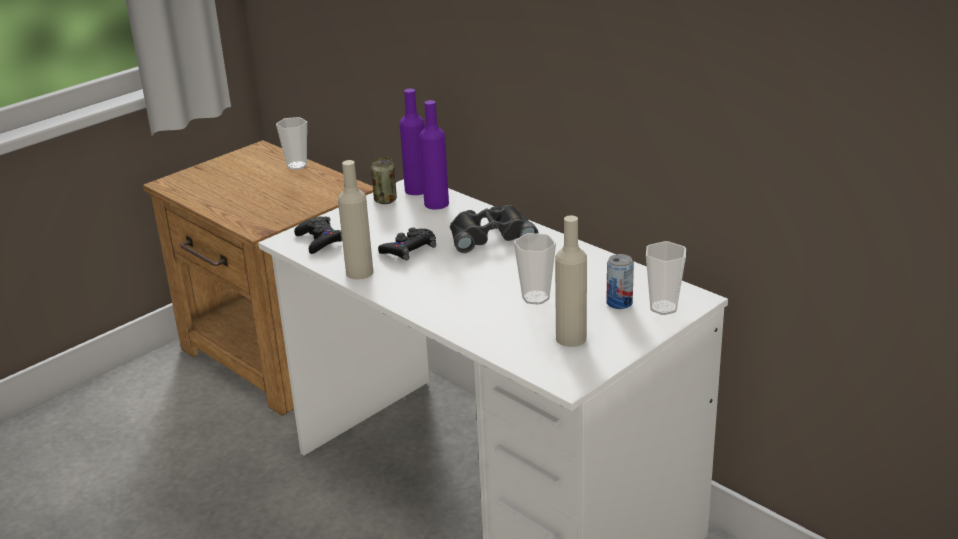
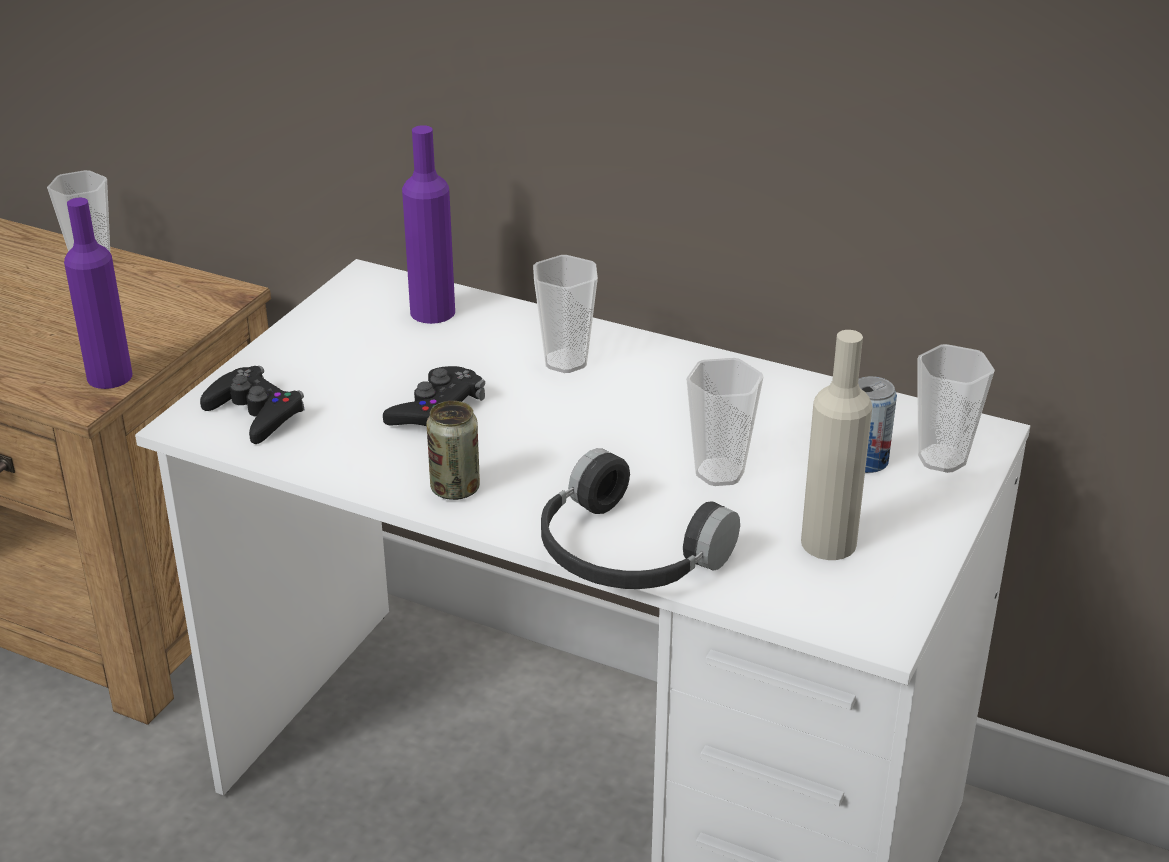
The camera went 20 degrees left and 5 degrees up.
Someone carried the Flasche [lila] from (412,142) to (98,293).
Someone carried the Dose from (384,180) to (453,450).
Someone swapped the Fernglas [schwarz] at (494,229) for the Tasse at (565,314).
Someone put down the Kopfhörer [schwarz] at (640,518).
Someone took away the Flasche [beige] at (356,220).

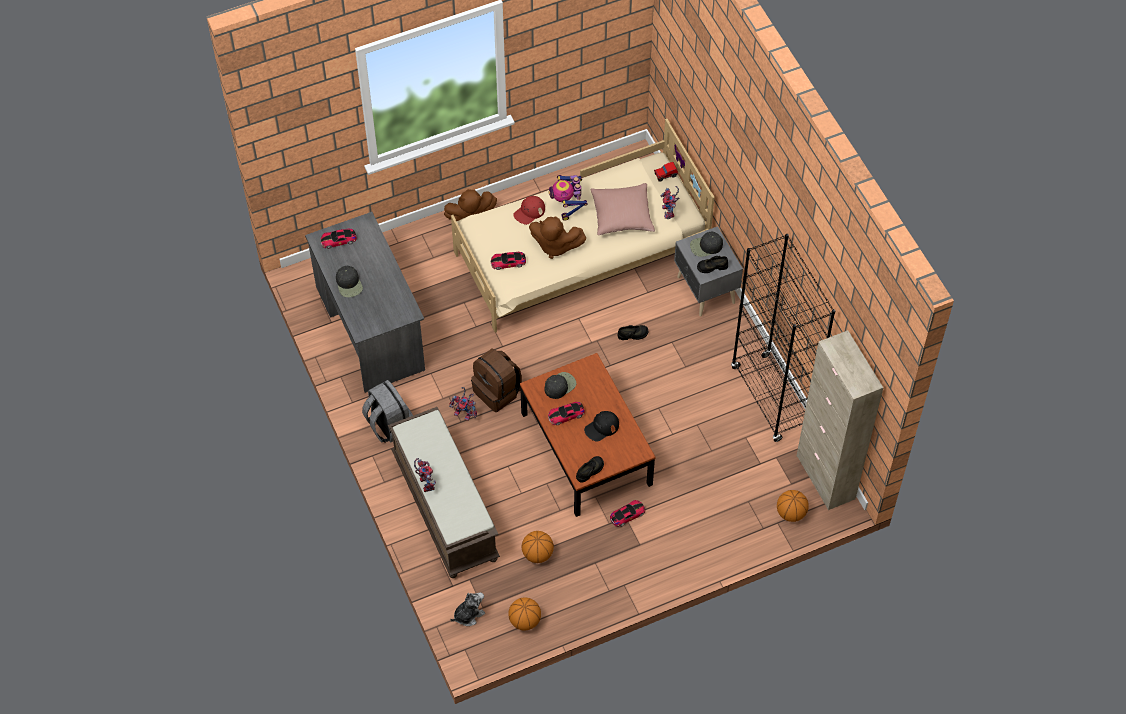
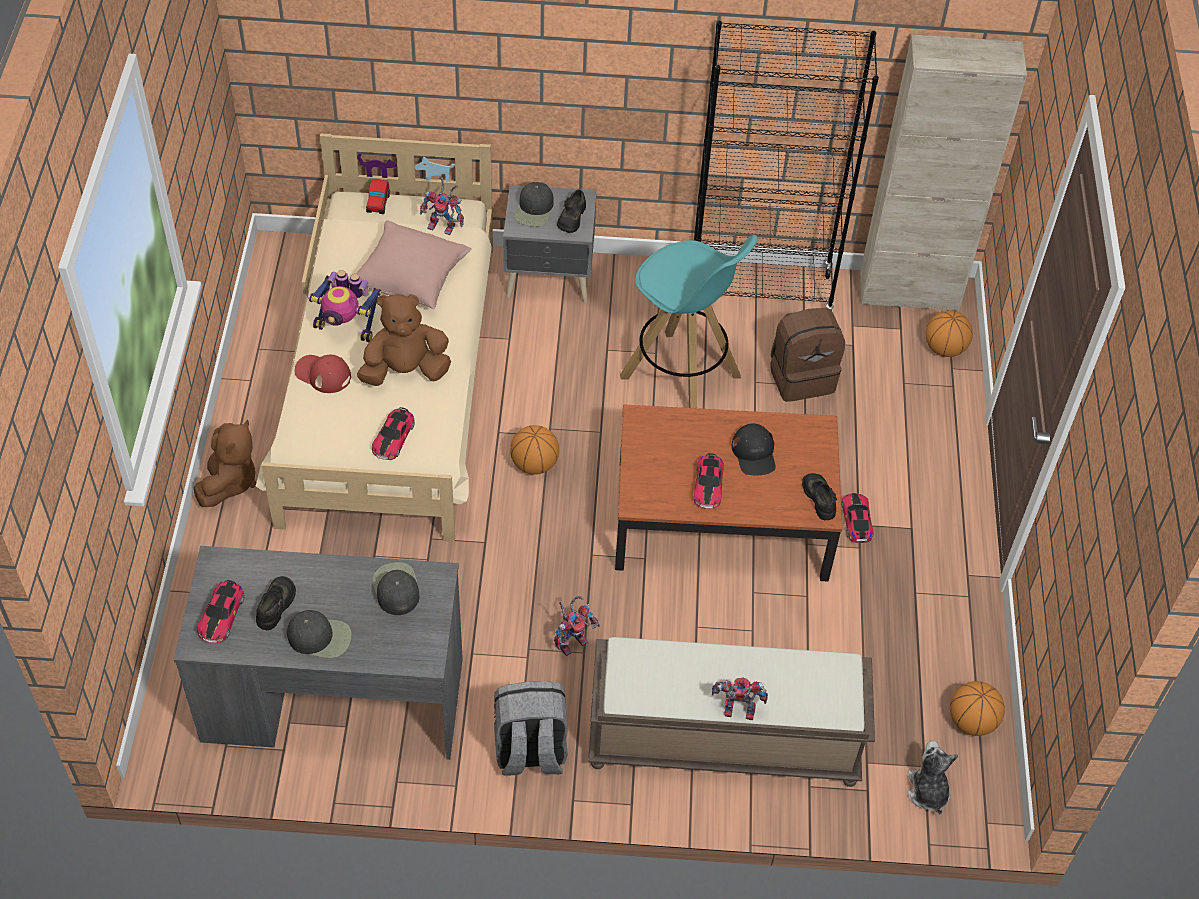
The camera went 65 degrees left and 5 degrees down.
Someone carried the Schuh [schwarz] from (633,332) to (276,603).
Someone rotated the Kappe [rot] at (529,210) by 135 degrees clockwise.
Someone rotated the Plüschtier [braun] at (557,238) by 150 degrees counterclockwise.
Someone carried the Kappe [schwarz] from (560,385) to (396,588).
Someone carried the Basketball from (538,547) to (534,450).
Someone put down the Hocker [türkis] at (688,321).
Someone carried the Rucksack [braun] from (496,380) to (807,355).

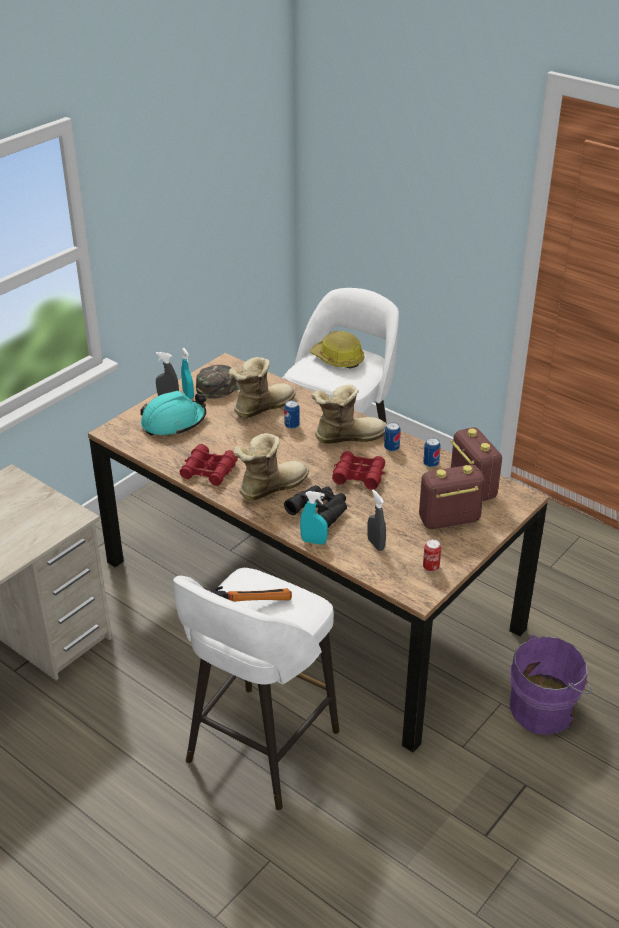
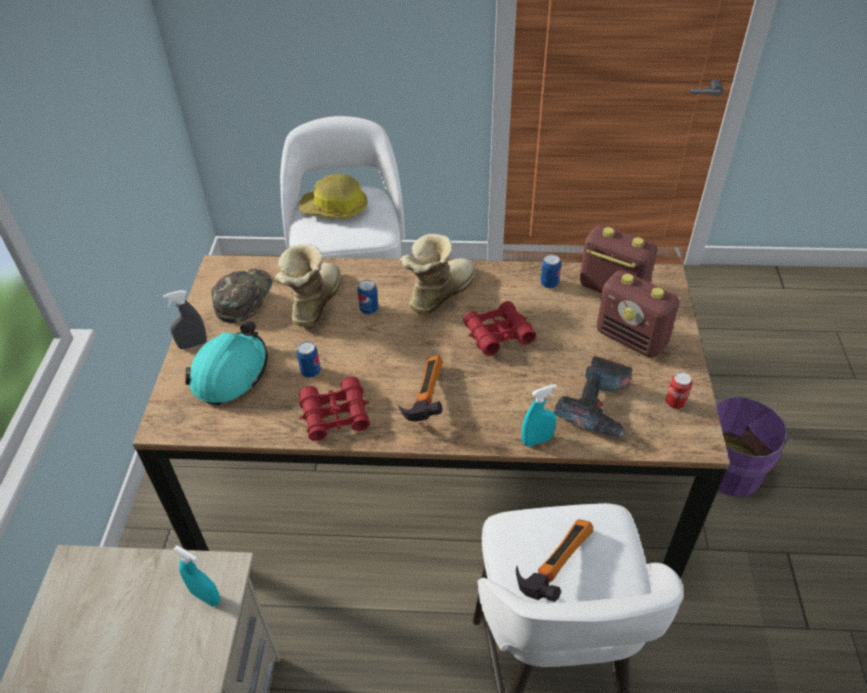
The camera went 35 degrees left and 10 degrees up.
Someone carried the Sprühflasche [türkis] from (187,373) to (197,576).
Someone carried the Dose from (392,437) to (309,359).
Someone swapped the Stiefel at (271,466) for the Hammer at (420,388).
Someone swapped the Sprühflasche [grau] at (376,520) for the Bohrmaschine at (593,397).
Someone rotated the Radio at (452,497) by 90 degrees counterclockwise.
Someone took away the Fernglas [schwarz] at (315,506).

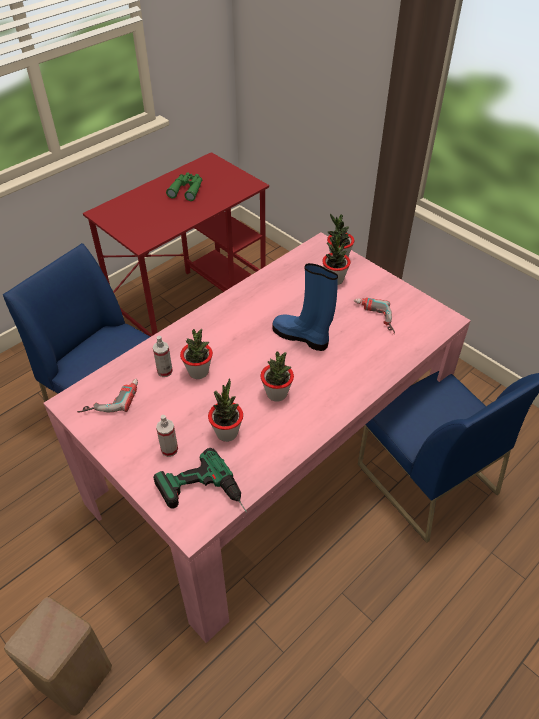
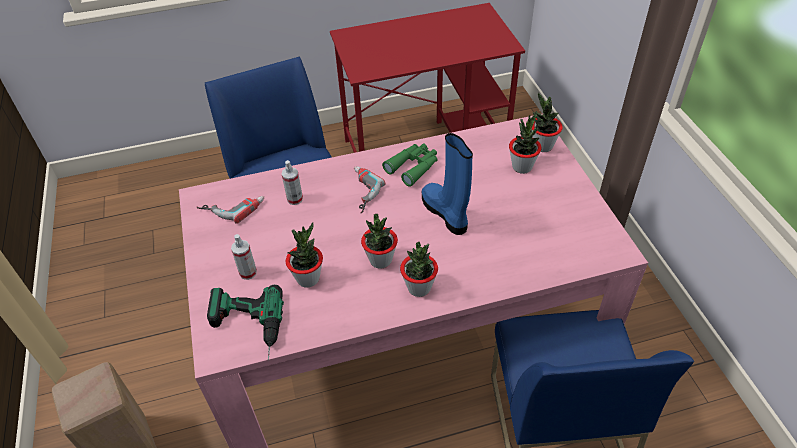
The camera went 30 degrees right and 0 degrees up.
Someone carried the Bohrmaschine from (374,316) to (369,189).
Someone carried the Fernglas [grün] from (184,186) to (409,165).
Someone carried the Topfpflanze from (196,354) to (419,269).

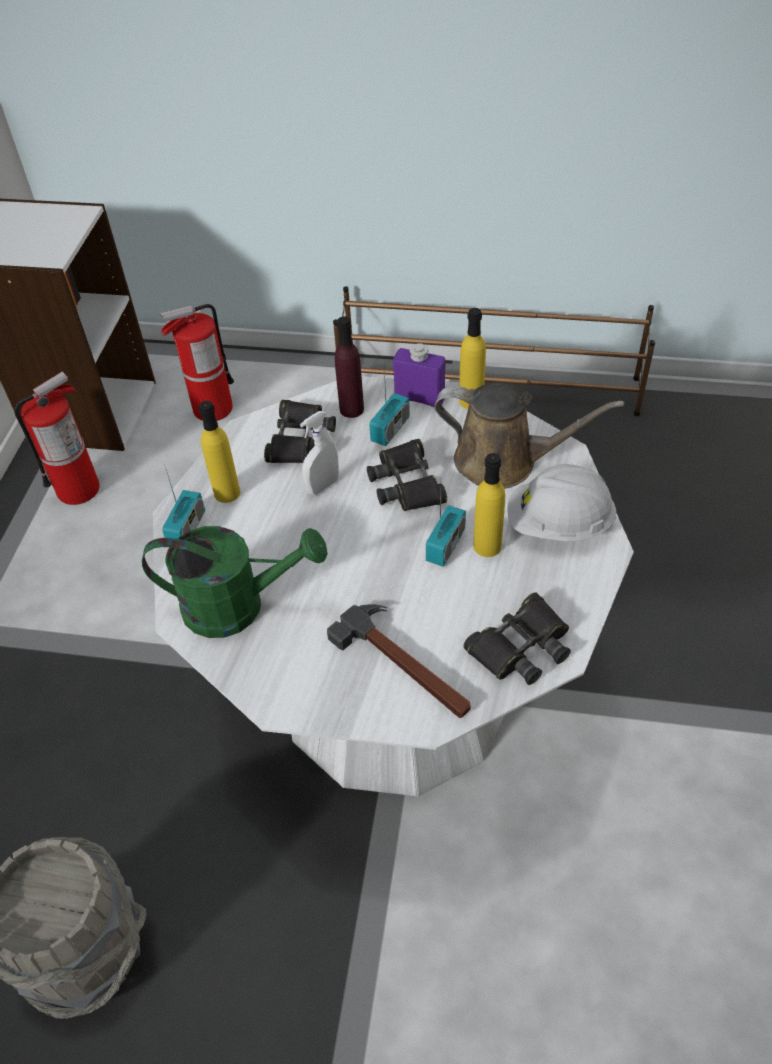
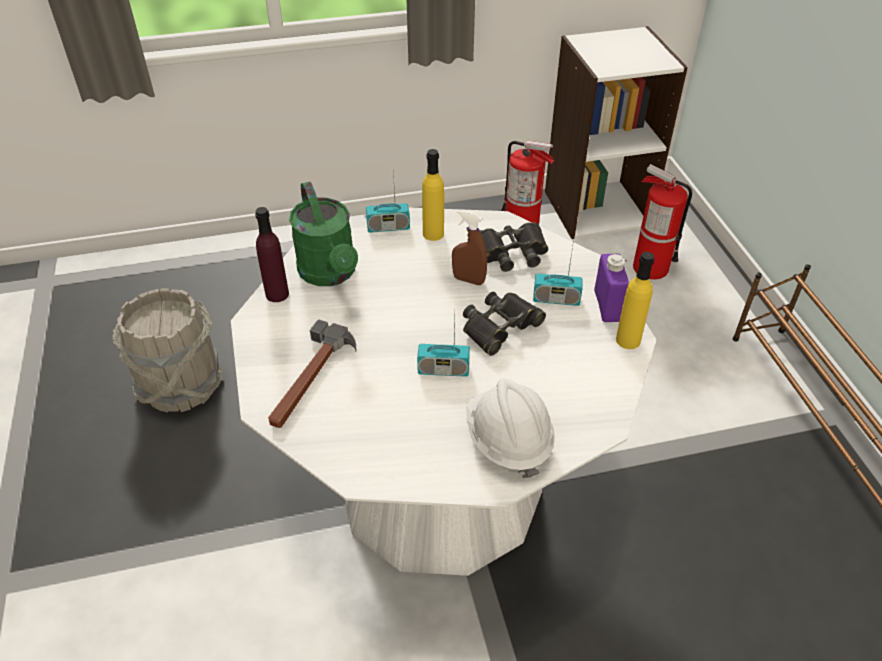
The camera went 65 degrees right and 5 degrees down.
Someone carried the Flasche [lila] from (349,367) to (272,254).
Someone repainted the Sprühflasche [weiß] at (319,453), which became the Sprühflasche [braun] at (469,247).
Someone took away the Gießkanne [braun] at (529,436).
Someone took away the Fernglas [schwarz] at (517,638).
Someone took away the Flasche [gelb] at (489,505).

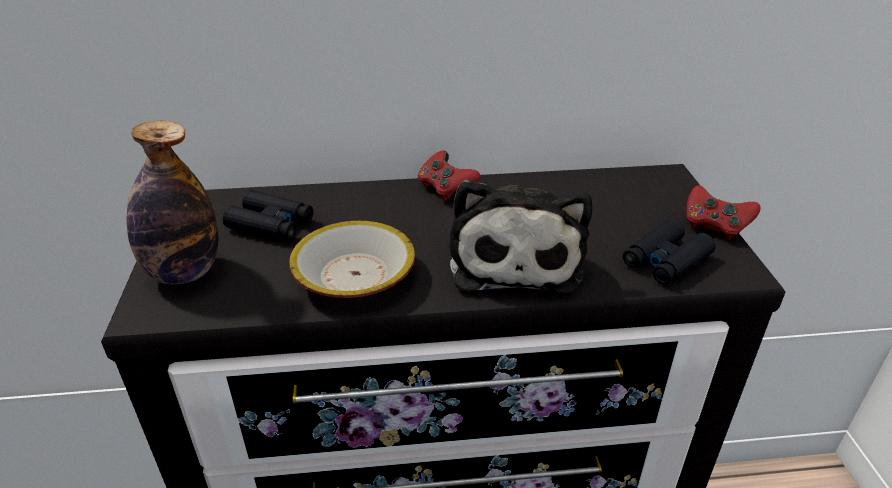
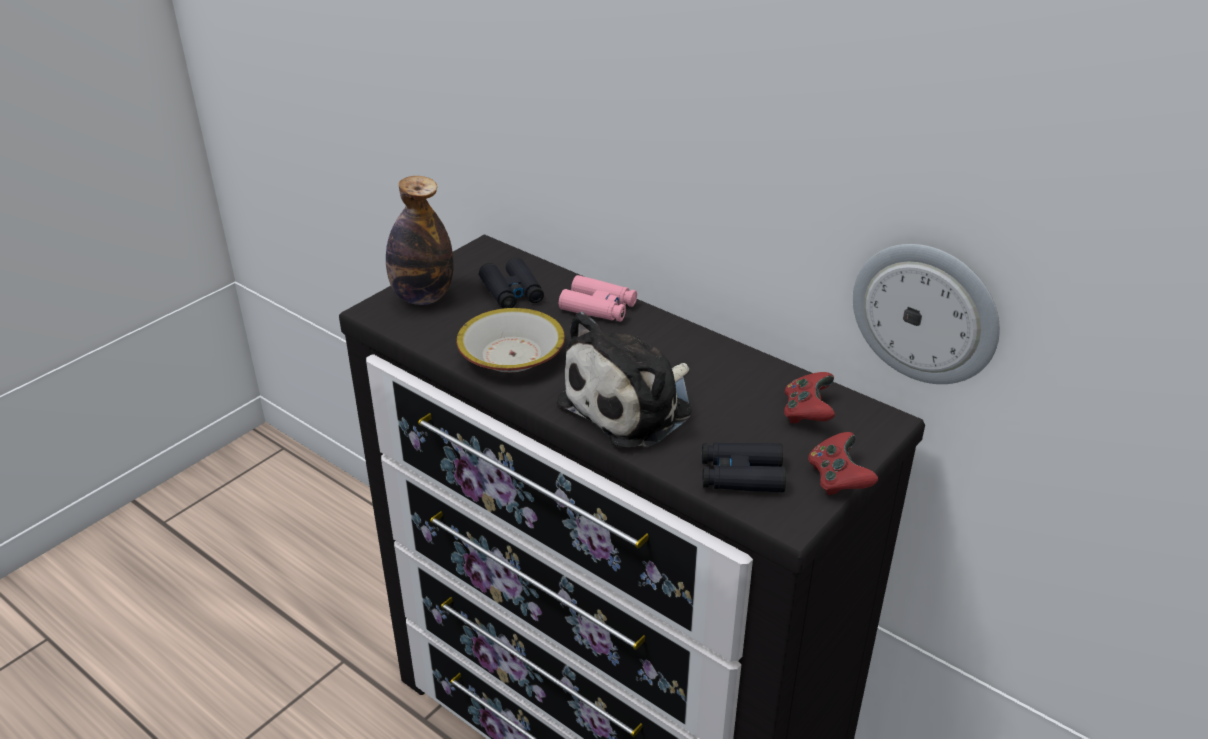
The camera went 45 degrees right and 0 degrees up.
Someone put down the Fernglas [rosa] at (598,298).
Someone carried the Gamepad [rot] from (449,176) to (809,398).
Someone put up the Wanduhr at (926,314).

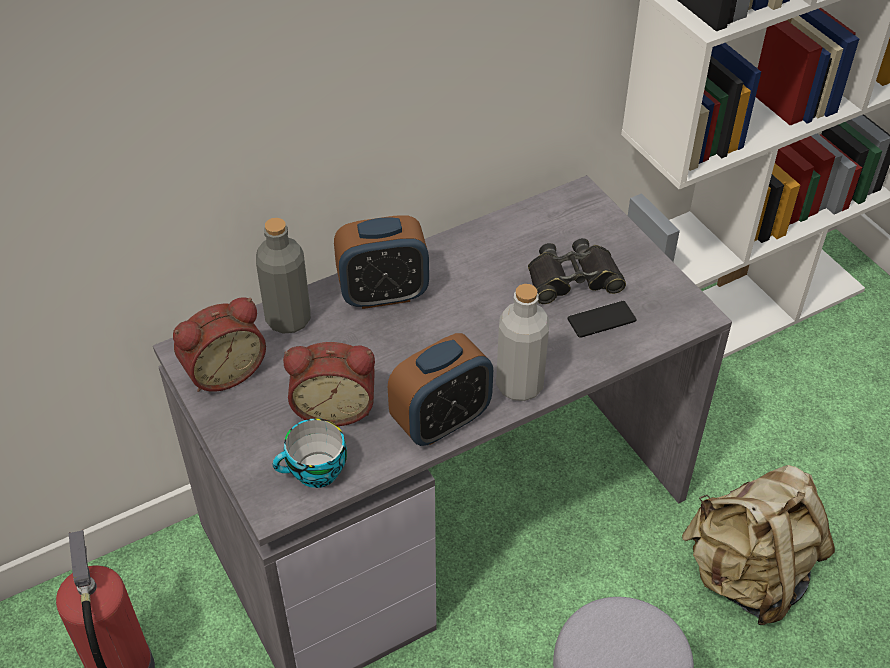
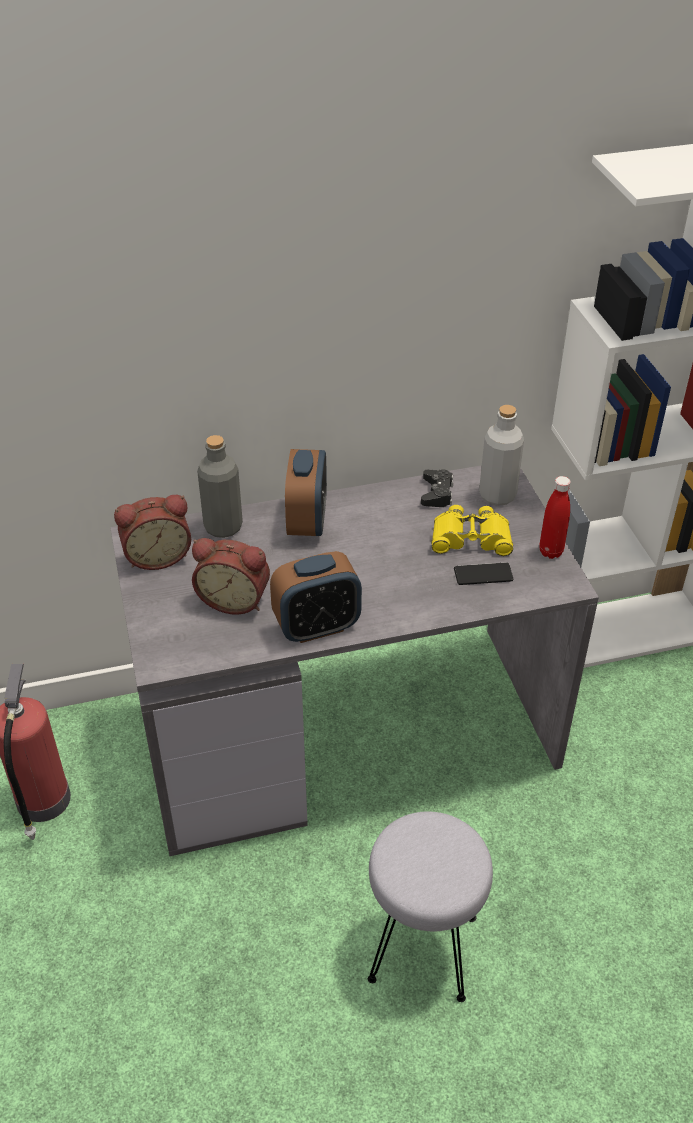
The camera went 15 degrees right and 5 degrees down.
Someone rotated the Wecker at (381,262) by 90 degrees counterclockwise.
Someone put down the Gamepad [schwarz] at (437,488).
Someone repainted the Fernglas [schwarz] at (577,271), which became the Fernglas [gelb] at (472,530).
Someone carried the Flasche [grau] from (522,342) to (501,455).
Someone put down the Flasche [rot] at (554,517).
Someone took away the Tasse at (310,453).
Someone took away the Rucksack [beige] at (758,545).

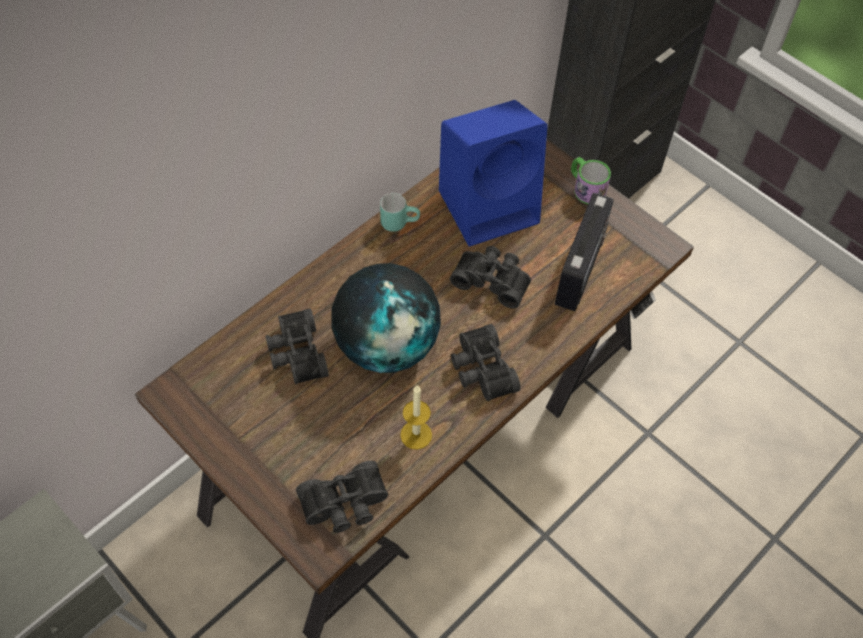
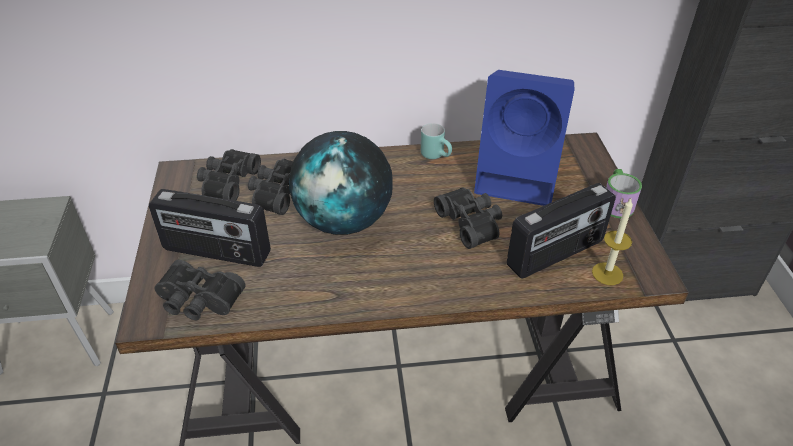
The camera went 40 degrees right and 15 degrees down.
Someone put down the Radio at (210,228).
Someone carried the Fernglas [schwarz] from (486,362) to (229,175).
Someone carried the Kerze from (416,418) to (612,242).

